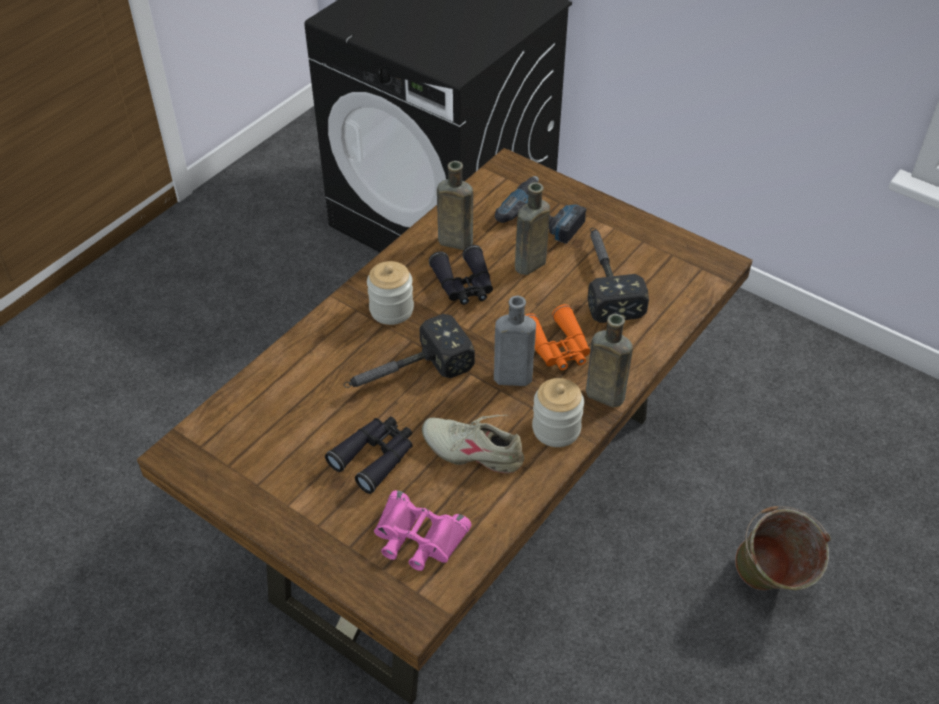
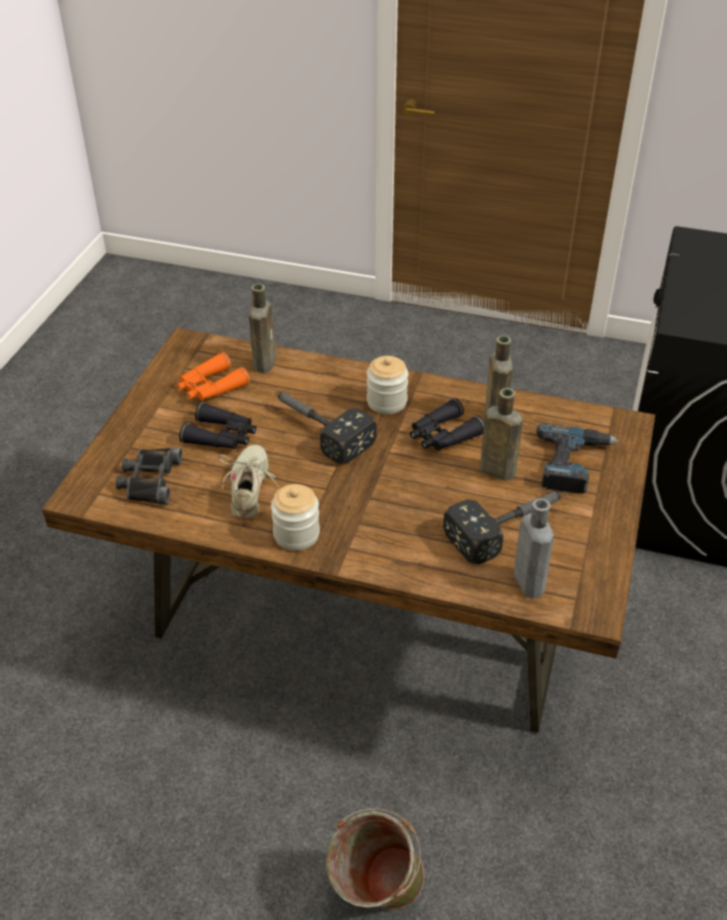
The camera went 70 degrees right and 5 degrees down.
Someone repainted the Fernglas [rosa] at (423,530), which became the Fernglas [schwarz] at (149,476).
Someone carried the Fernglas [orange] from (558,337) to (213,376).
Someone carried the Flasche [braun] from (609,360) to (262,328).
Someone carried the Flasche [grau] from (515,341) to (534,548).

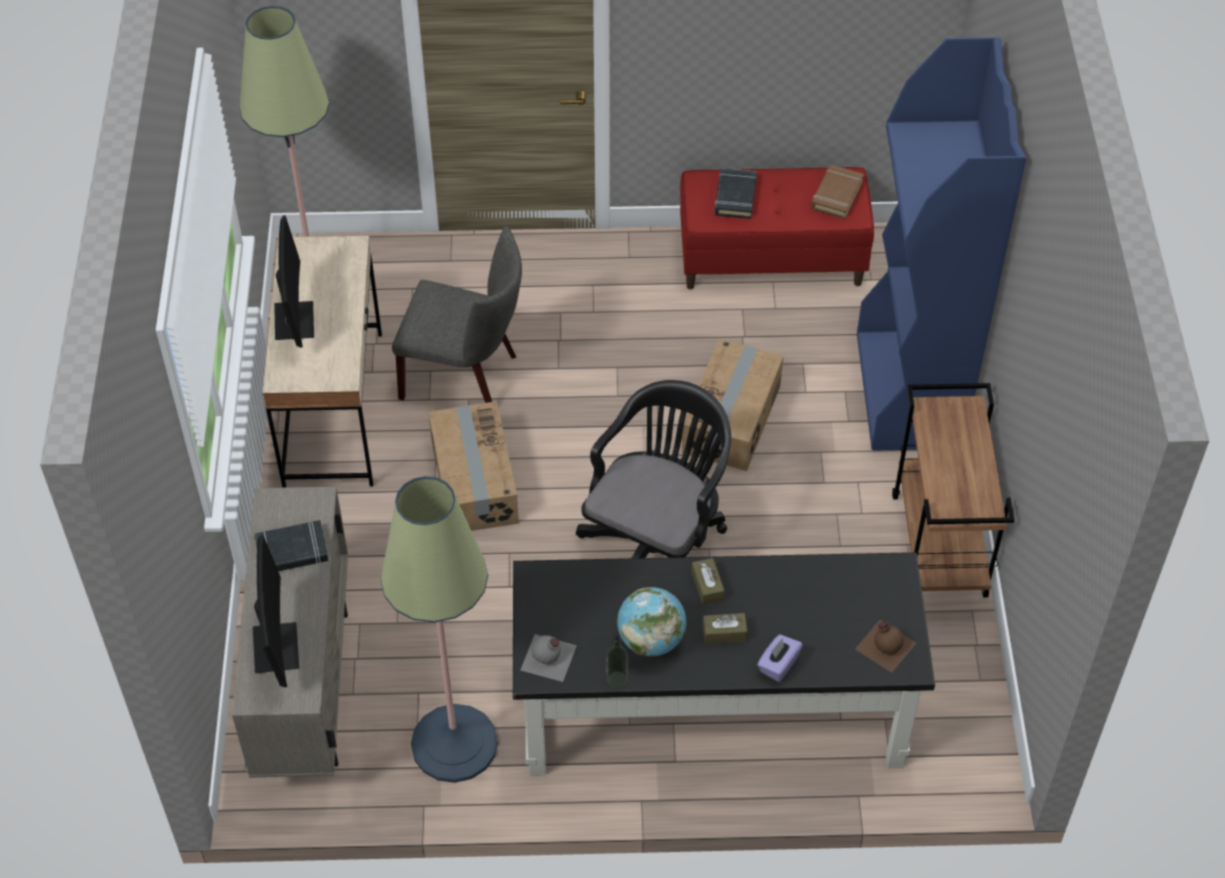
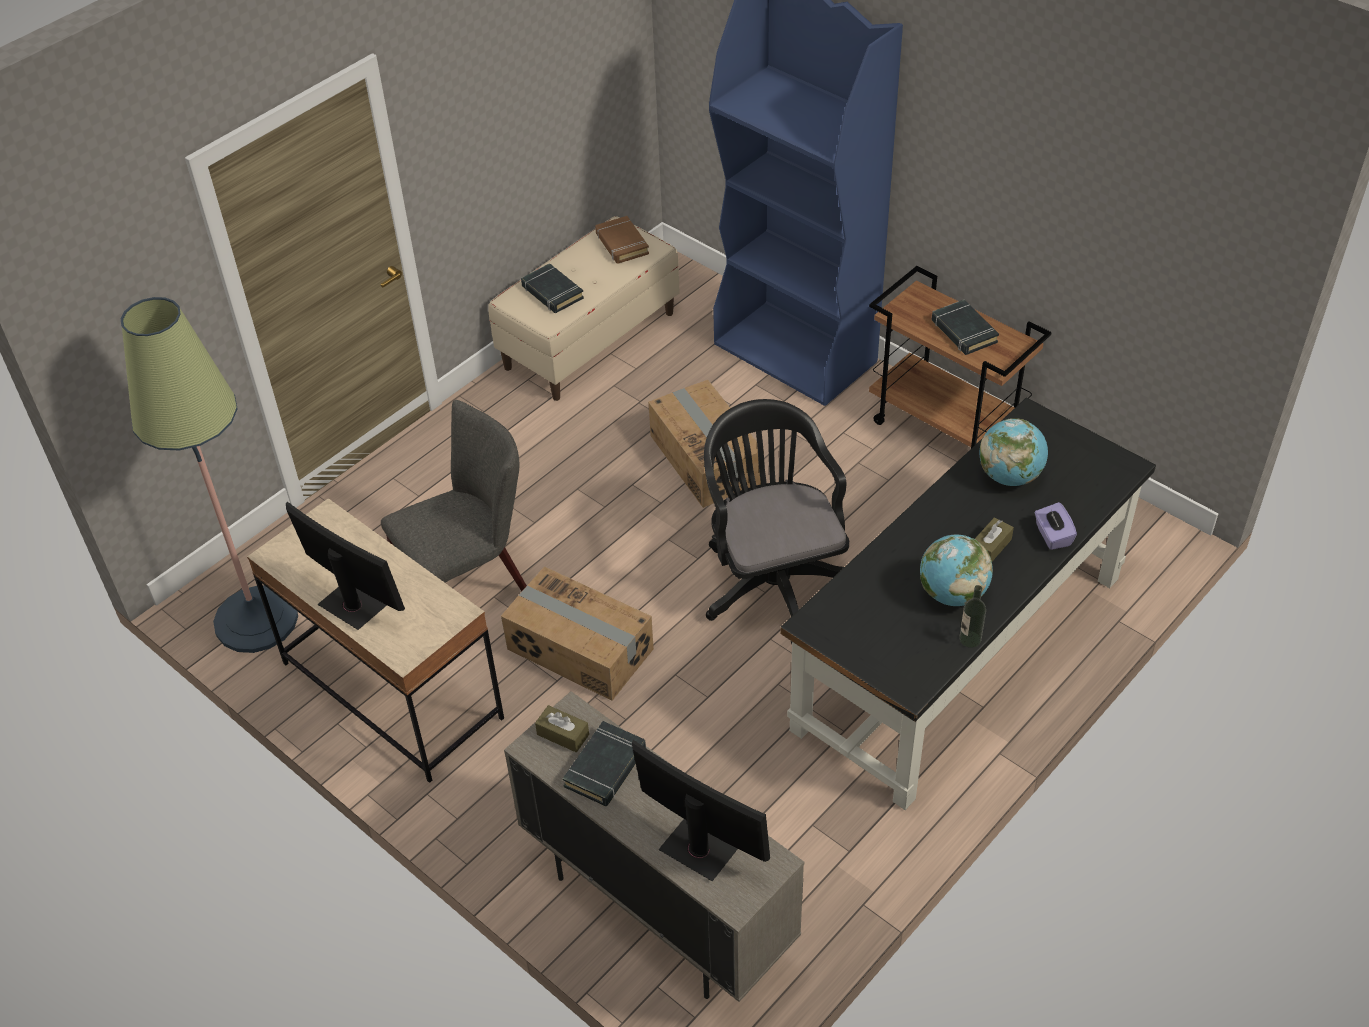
The camera went 45 degrees left and 5 degrees down.
Someone repainted the Bank [rot] at (777,228), which became the Bank [beige] at (584,308).
Someone carried the Taschentuchbox [braun] from (708,581) to (562,728).
Someone put down the Buch [schwarz] at (965,327).
Someone put down the Globus at (1014,452).
Someone took away the Stehlampe at (439,629).
Someone took away the Flasche [grau] at (549,658).
Someone took away the Flasche [braun] at (885,646).

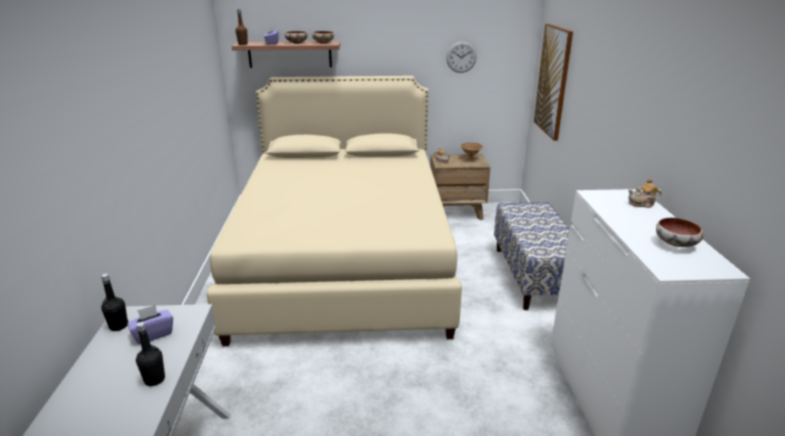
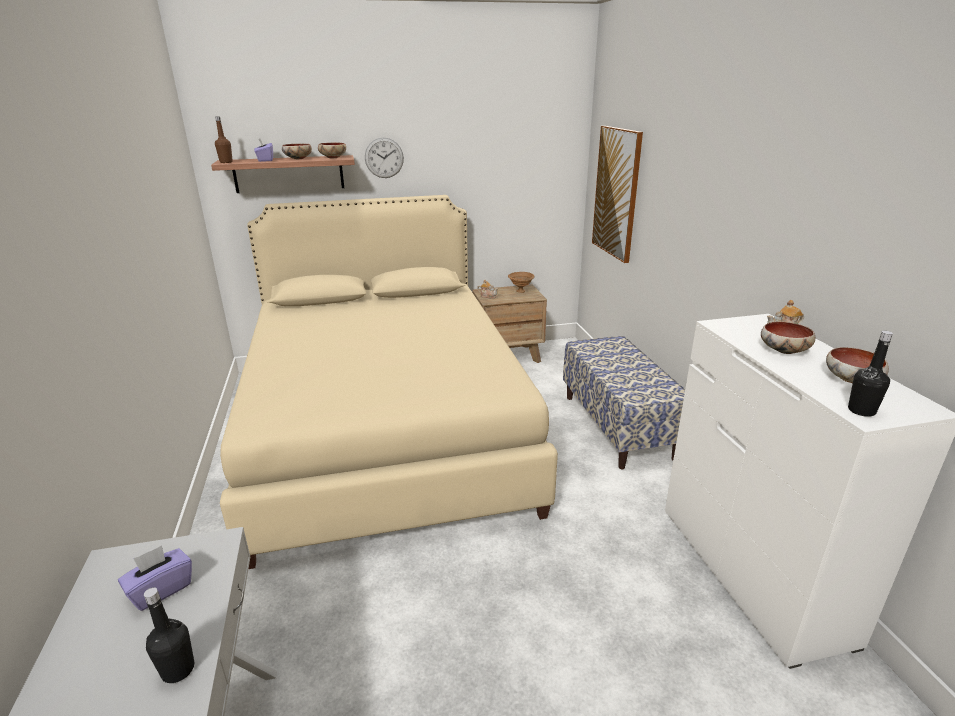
The camera went 10 degrees left and 0 degrees up.
Someone carried the Wanduhr from (461,57) to (384,158).
Someone put down the Schüssel at (788,338).
Someone carried the Flasche [schwarz] from (114,302) to (870,374).

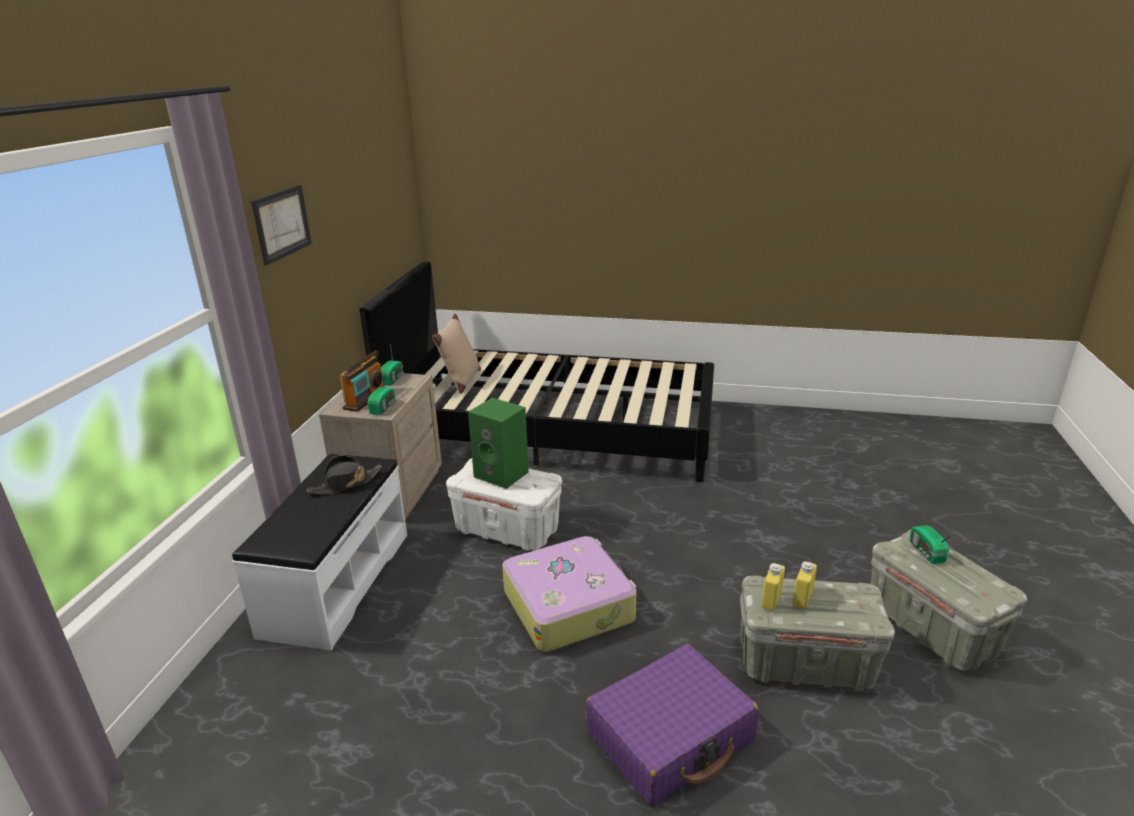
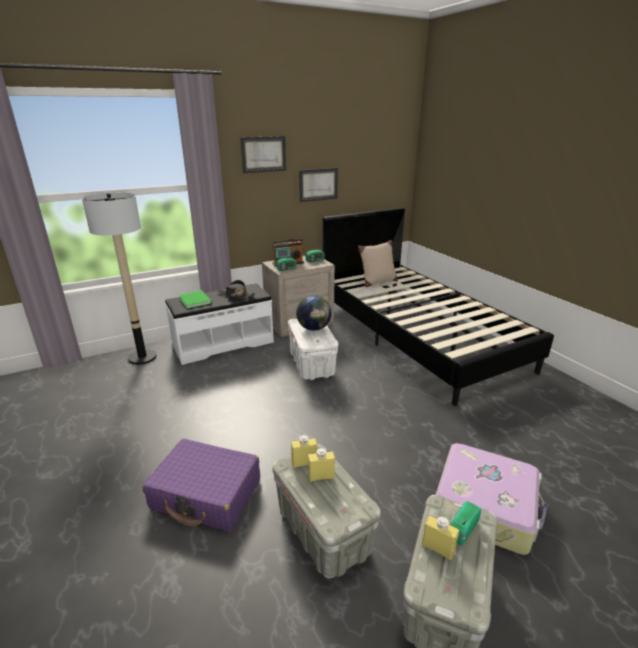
The camera went 50 degrees right and 0 degrees up.
Someone put down the Stehlampe at (119,278).
Someone put down the Buch [grün] at (195,299).
Someone swapped the Lautsprecher [grün] at (498,443) for the Globus at (313,313).
Someone put up the Bild at (318,185).
Someone put down the Flasche [gelb] at (440,538).
Someone carried the Koffer from (569,594) to (492,499).

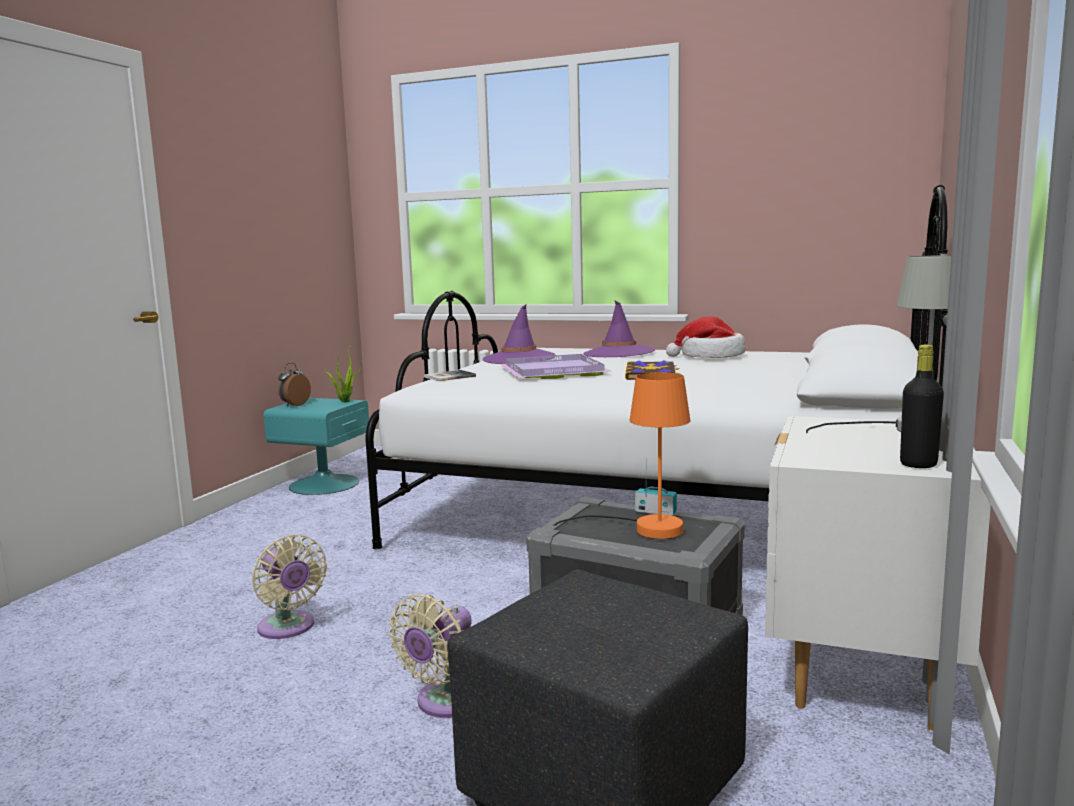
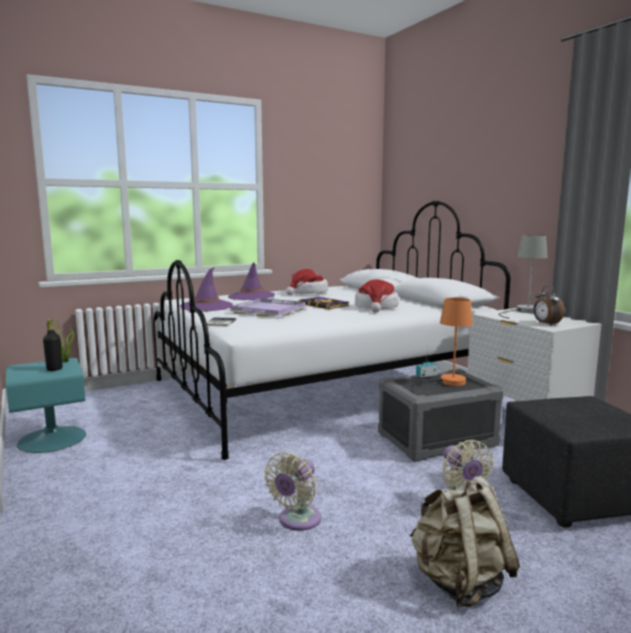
The camera went 50 degrees left and 0 degrees up.
Someone carried the Flasche [schwarz] from (922,406) to (52,345).
Someone rotated the Ventilator [beige] at (289,586) by 120 degrees clockwise.
Someone put down the Hut at (377,296).
Someone put down the Rucksack [beige] at (464,541).
Someone carried the Wecker from (294,385) to (548,306).

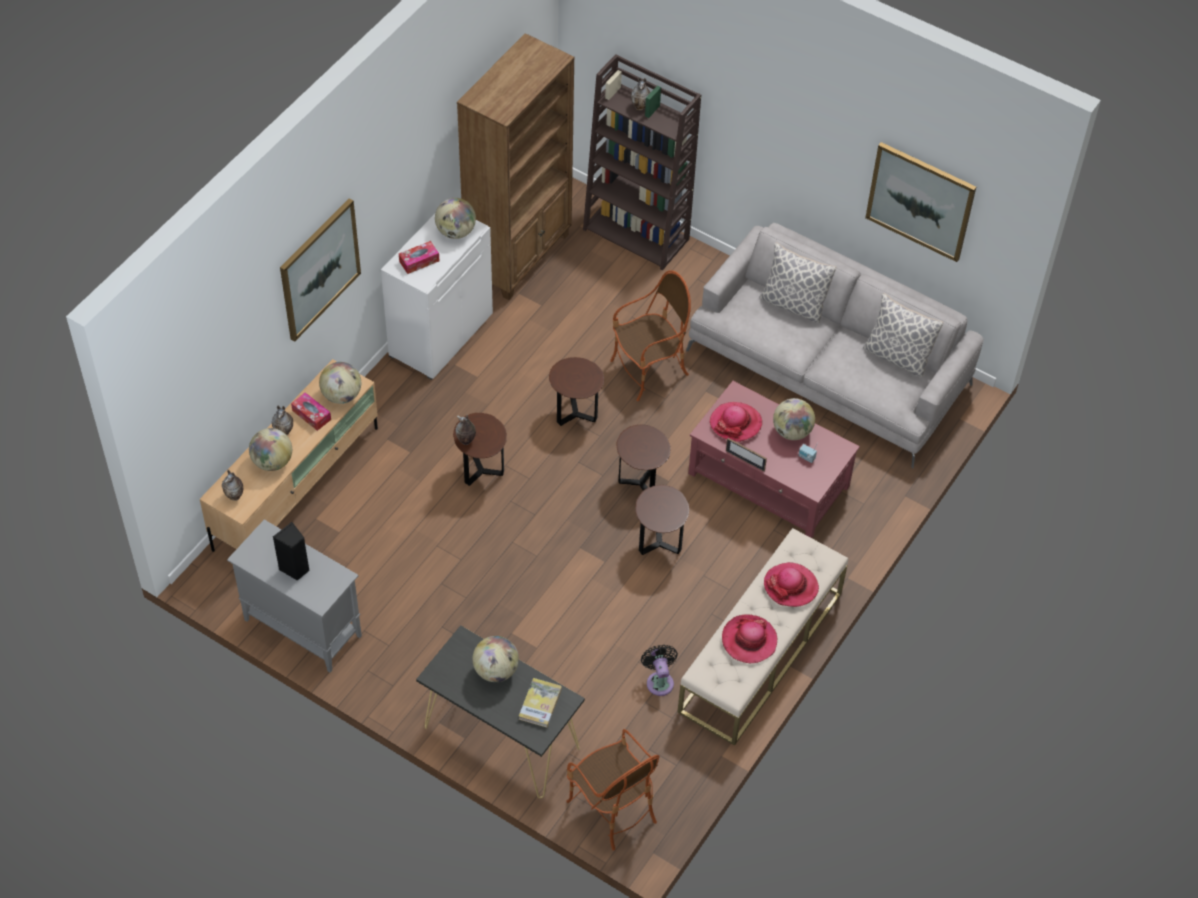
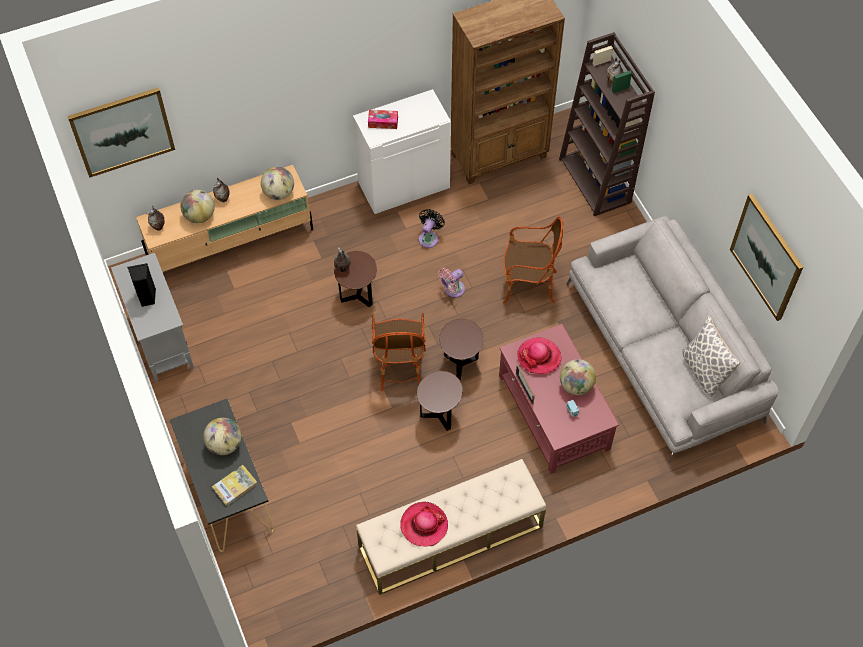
The camera went 35 degrees right and 5 degrees up.
Someone carried the Bild from (320,270) to (121,132).
Someone carried the Sessel from (613,790) to (399,352).
Someone carried the Ventilator [schwarz] from (659,670) to (432,228).
Someone swapped the Beistelltisch [braun] at (576,391) for the Ventilator [rosa] at (451,283).
Someone took away the Taschentuchbox at (311,411).
Someone took away the Globus at (455,218).
Someone took away the Kissen at (797,282).
Someone took away the Hut at (791,584).

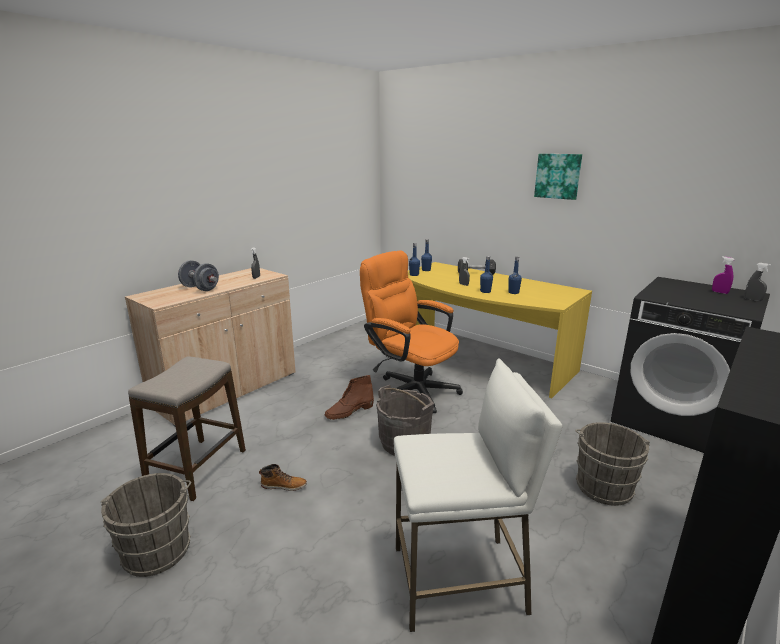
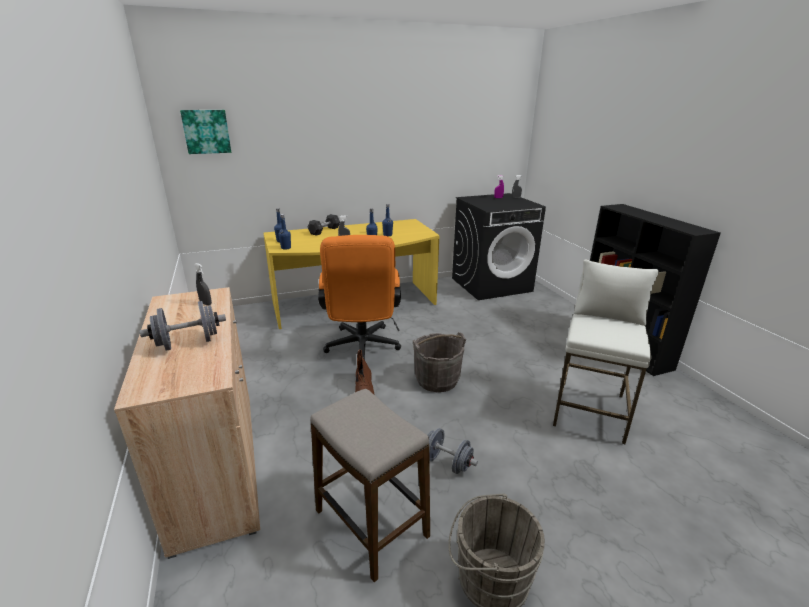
The camera went 60 degrees left and 5 degrees up.
Someone carried the Bild from (558,177) to (205,132).
Someone rotated the Bürostuhl [orange] at (411,331) by 75 degrees counterclockwise.
Someone swapped the Stiefel at (283,477) for the Hantel [grau] at (452,451).
Someone took away the Eimer [grau] at (612,464).

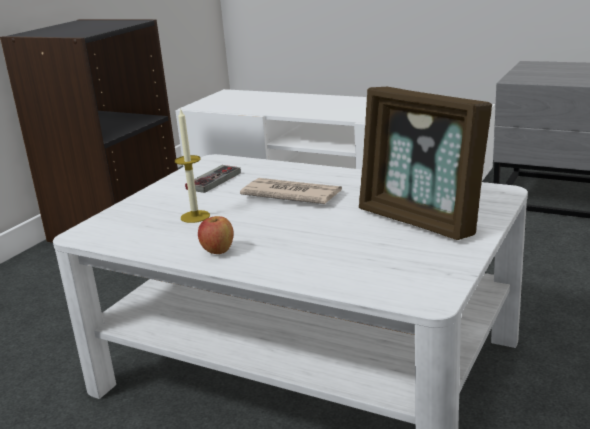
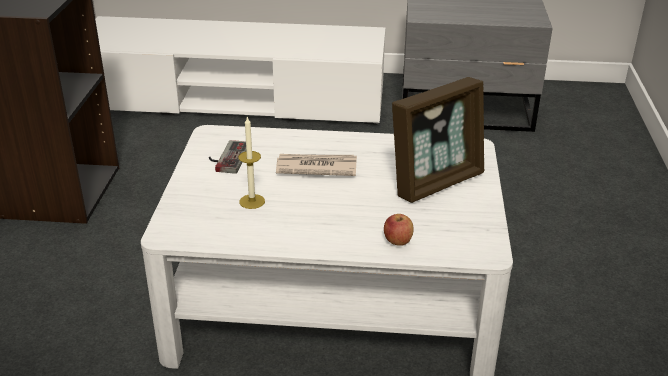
The camera went 25 degrees left and 10 degrees up.
Someone carried the Apfel from (216,235) to (399,230).
Someone rotated the Bilderrahmen at (425,163) by 60 degrees counterclockwise.

